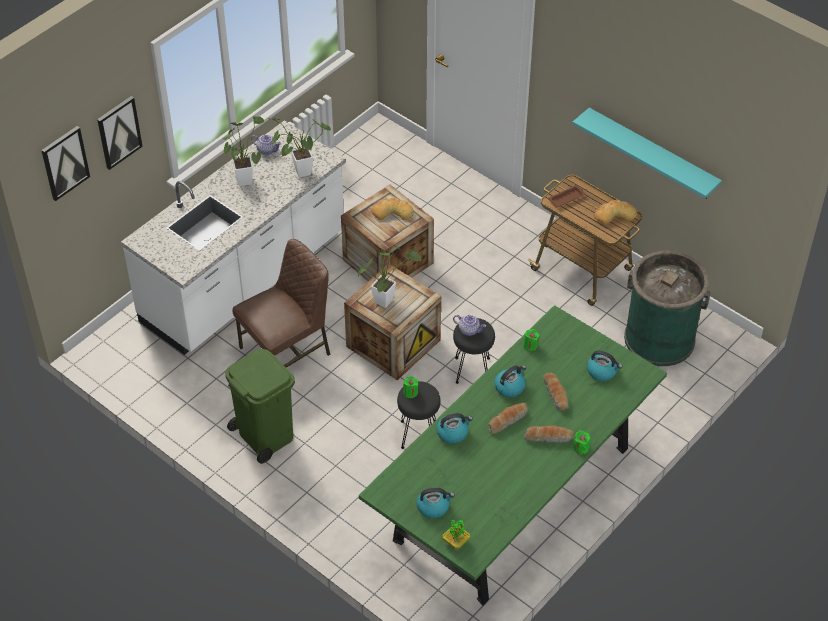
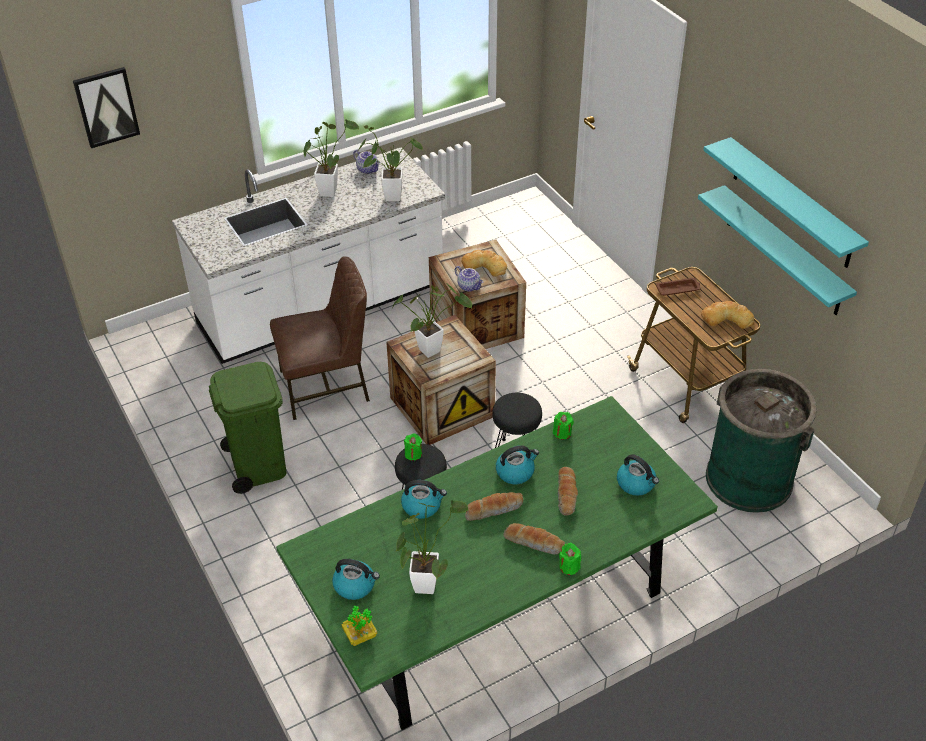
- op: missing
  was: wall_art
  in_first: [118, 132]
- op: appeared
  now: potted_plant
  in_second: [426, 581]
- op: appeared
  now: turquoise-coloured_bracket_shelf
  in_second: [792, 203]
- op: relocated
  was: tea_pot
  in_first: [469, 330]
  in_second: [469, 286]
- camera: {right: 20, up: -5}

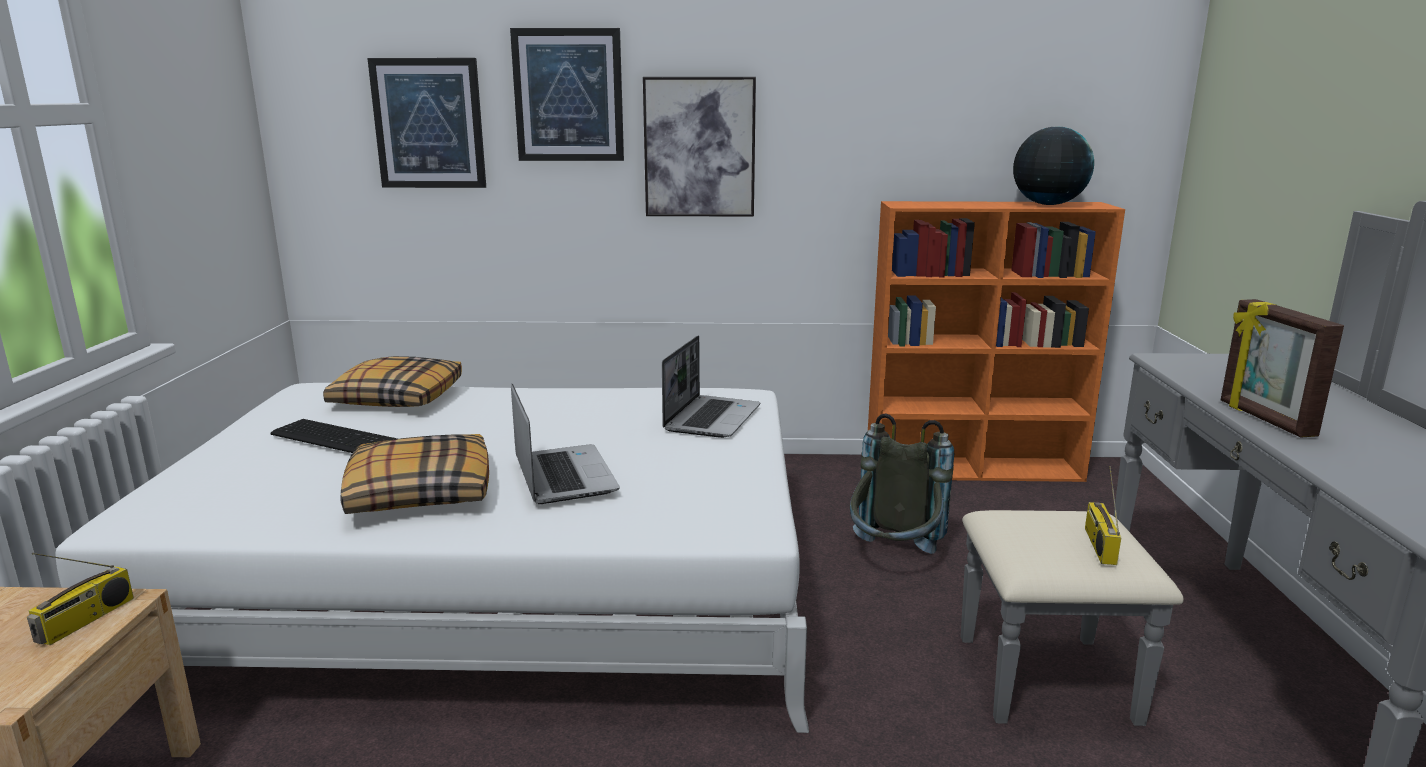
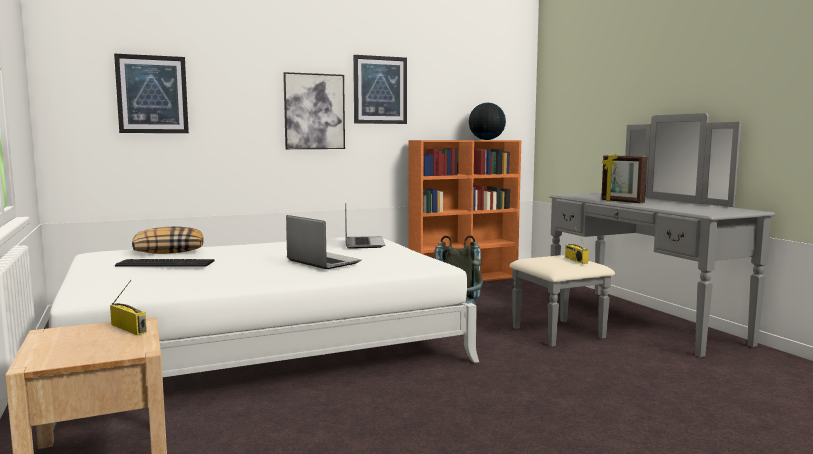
- op: missing
  was: throw_pillow
  in_first: [419, 492]
- op: relocated
  was: wall_art
  in_first: [568, 95]
  in_second: [380, 90]
- op: spun
  was: radio_receiver
  in_first: [86, 621]
  in_second: [130, 329]
  clockwise: -45
- camera: {right: -25, up: -10}

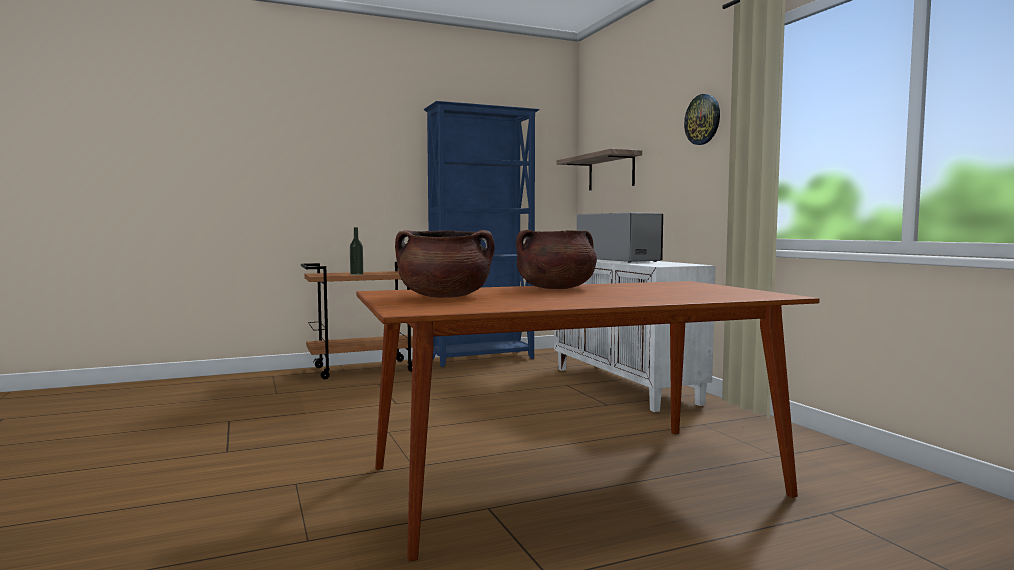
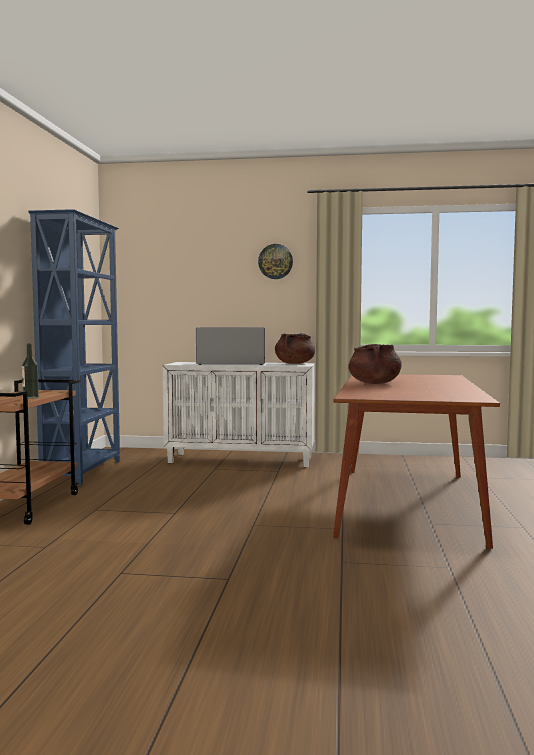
- op: missing
  was: bracket_shelf
  in_first: [611, 172]
- op: relocated
  was: brown_stockpot
  in_first: [445, 297]
  in_second: [295, 363]
- camera: {right: -60, up: 0}

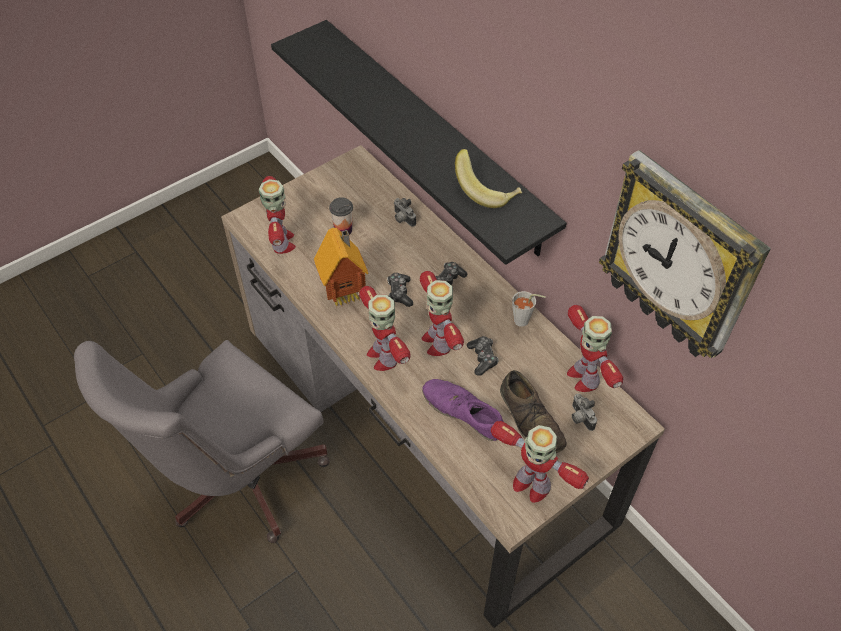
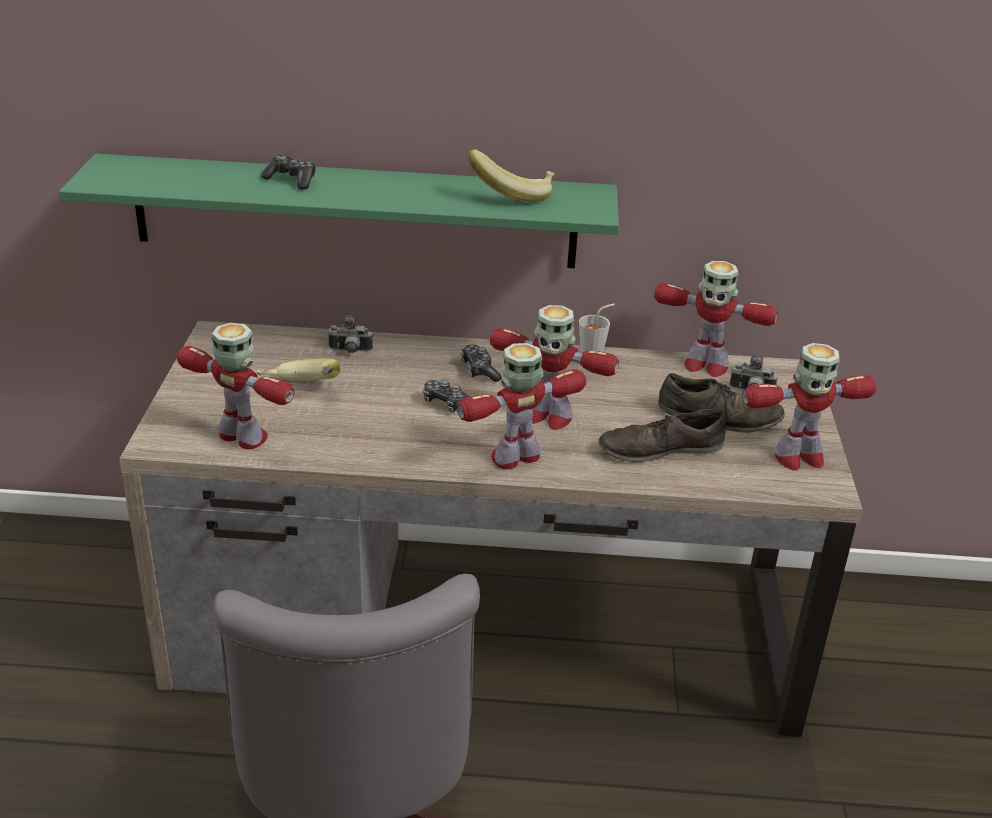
- op: missing
  was: miniature_house
  in_first: [346, 294]
- op: missing
  was: hanging_clock
  in_first: [680, 260]
- op: relocated
  was: game_controller
  in_first: [482, 358]
  in_second: [292, 180]
- op: exchanged
  was: small_cup
  now: banana_fruit
  in_first: [343, 230]
  in_second: [299, 391]
- op: colour
  was: blackish_bracket_shelf
  now: green-coloured_bracket_shelf
  in_first: [434, 136]
  in_second: [355, 211]
- op: colour
  was: purple_shoe
  now: brown_shoe
  in_first: [463, 412]
  in_second: [660, 449]
- op: spun
  was: robot_figure
  in_first: [383, 356]
  in_second: [516, 457]
  clockwise: 135
- camera: {right: -50, up: -20}

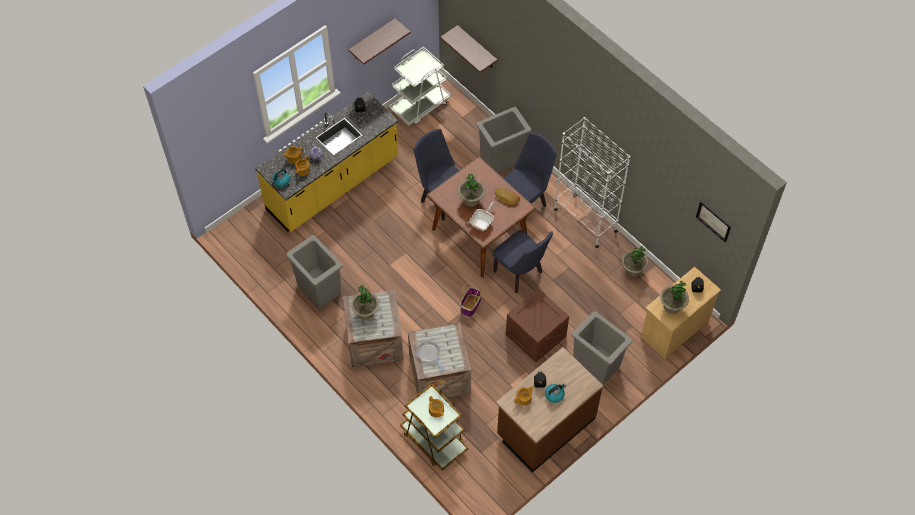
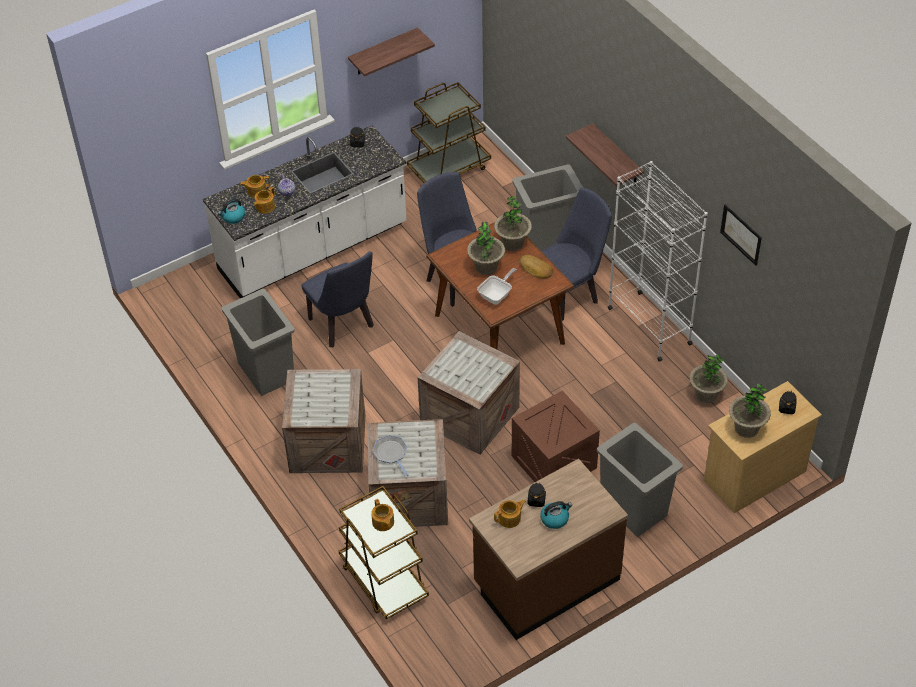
- op: relocated
  was: potted_plant
  in_first: [366, 312]
  in_second: [512, 243]
- op: relocated
  was: bracket_shelf
  in_first: [477, 48]
  in_second: [617, 157]
- op: relocated
  was: bluish_plain_chair
  in_first: [520, 274]
  in_second: [344, 326]
- op: relocated
  was: wall_art
  in_first: [713, 221]
  in_second: [741, 234]
- op: exchanged
  was: basket
  now: shipping_crate
  in_first: [470, 305]
  in_second: [469, 414]
- op: colour
  was: yellow-coloured_kitchen_base_unit
  now: white-coloured_kitchen_base_unit
  in_first: [333, 185]
  in_second: [313, 249]
- op: colour
  was: white-coloured_trolley
  now: brown_trolley
  in_first: [420, 105]
  in_second: [449, 168]
- camera: {right: 10, up: -10}

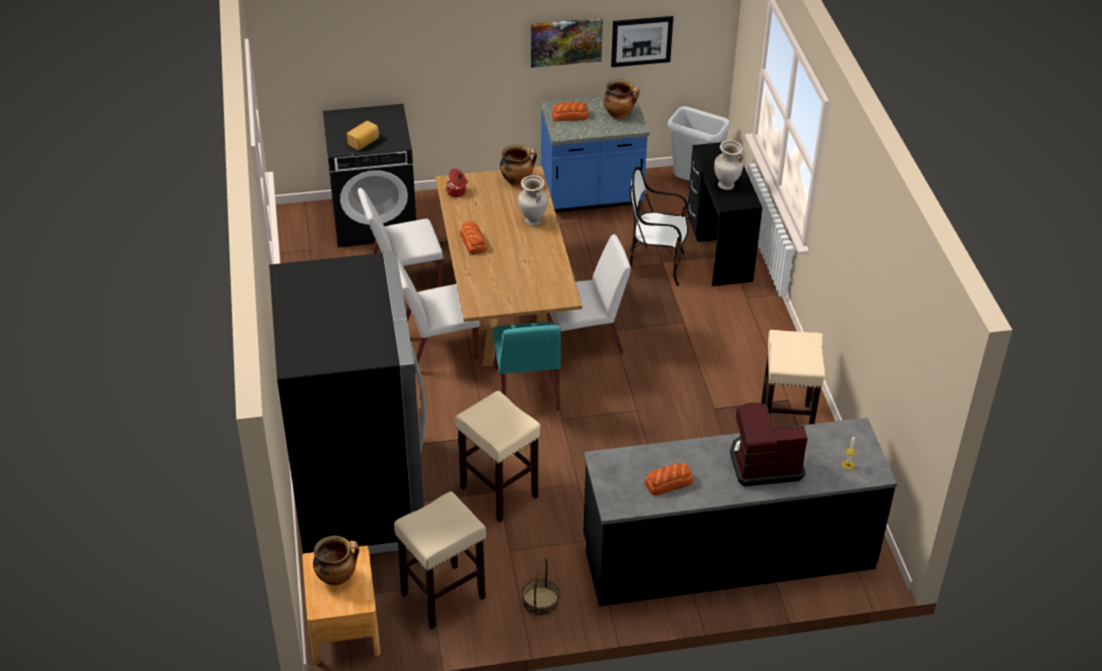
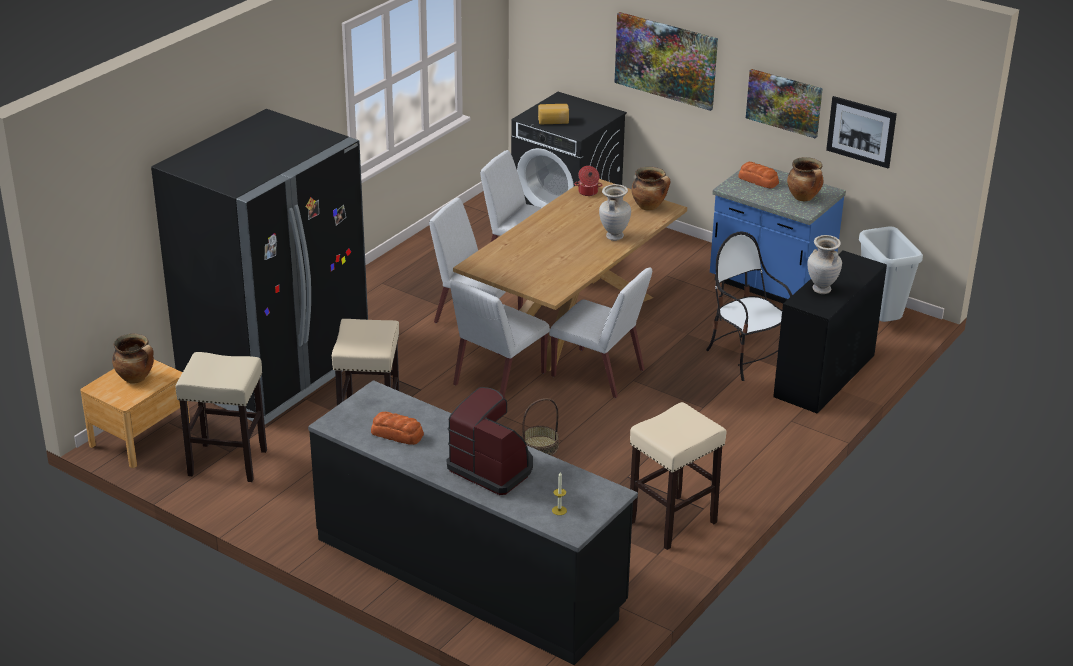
- op: missing
  was: bakery_bread
  in_first: [473, 241]
- op: appeared
  now: wall_art
  in_second: [666, 60]
- op: relocated
  was: basket
  in_first: [540, 601]
  in_second: [540, 446]
- op: colour
  was: turquoise-coloured_plain_chair
  now: white-coloured_plain_chair
  in_first: [527, 390]
  in_second: [499, 379]
- camera: {right: 45, up: -10}

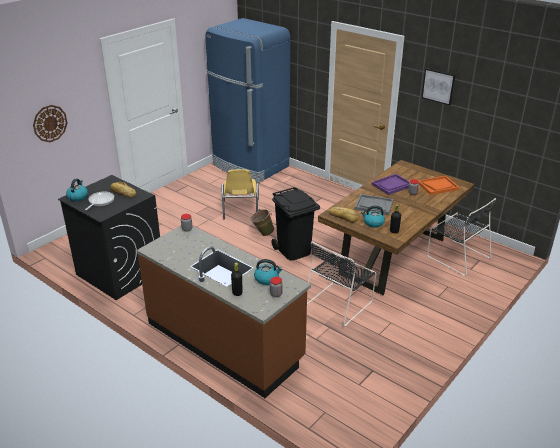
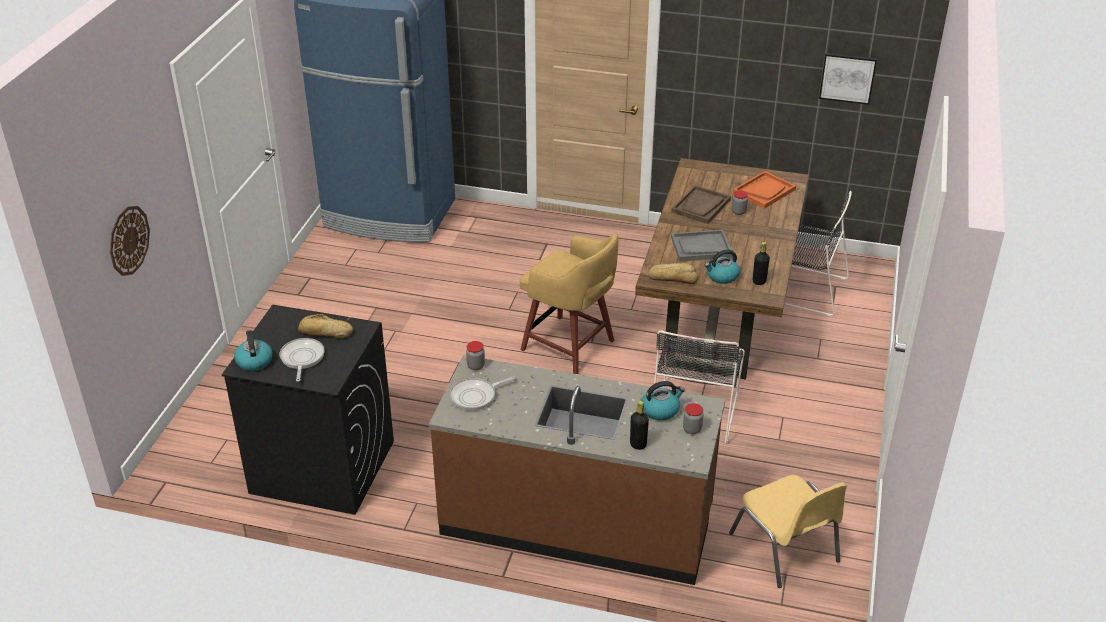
- op: missing
  was: green-coloured_pail
  in_first: [262, 233]
- op: appeared
  now: skillet
  in_second: [475, 396]
- op: relocated
  was: yellow-coloured_plain_chair
  in_first: [240, 210]
  in_second: [785, 548]
- op: relocated
  was: wall_art
  in_first: [438, 86]
  in_second: [847, 77]
- op: exchanged
  was: blackish_trash_can
  now: yellow-coloured_stool_seat
  in_first: [293, 250]
  in_second: [570, 346]
- op: colour
  was: purple_tray
  now: brown_tray
  in_first: [392, 185]
  in_second: [701, 206]
- camera: {right: -25, up: 5}

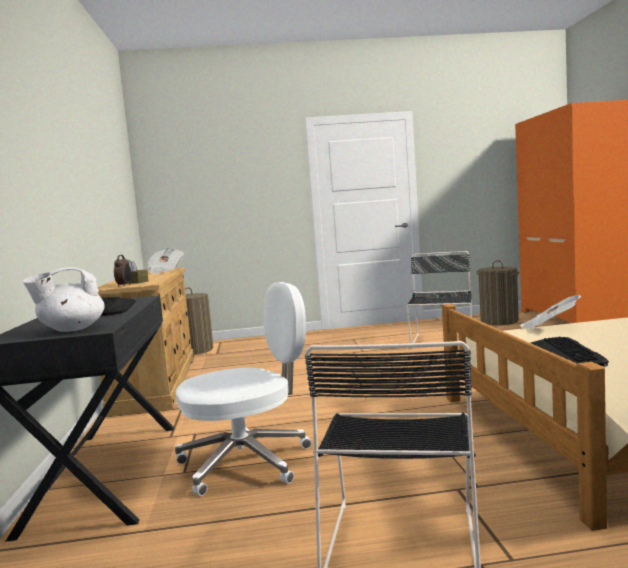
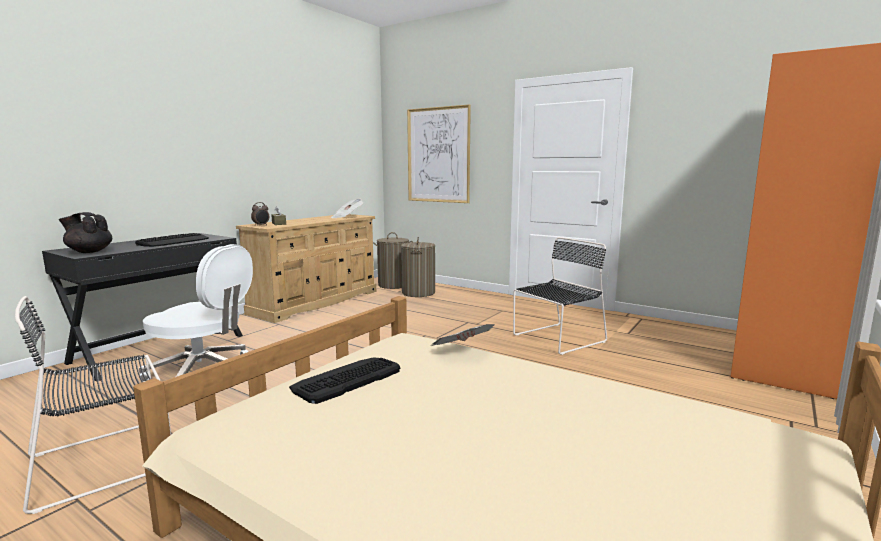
- op: appeared
  now: wall_art
  in_second: [438, 155]
- op: relocated
  was: laundry_basket
  in_first: [499, 321]
  in_second: [418, 293]
- op: colour
  was: white-coloured_tea_pot
  now: blackish_tea_pot
  in_first: [71, 329]
  in_second: [89, 251]
- camera: {right: 40, up: 5}

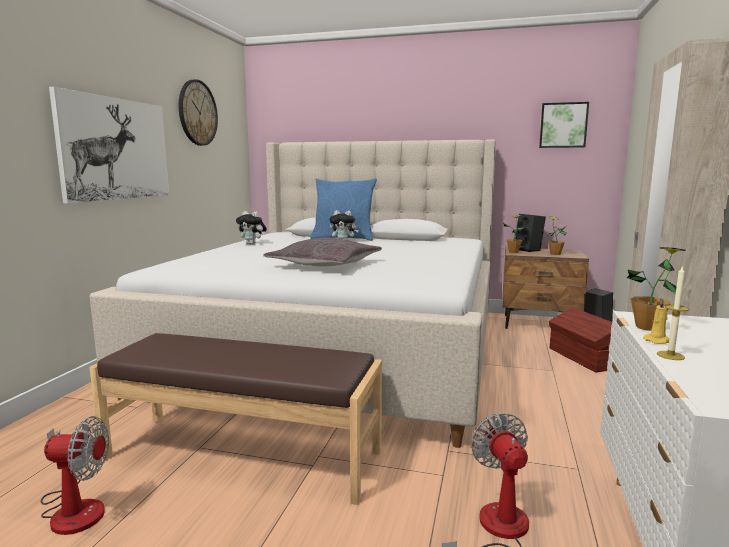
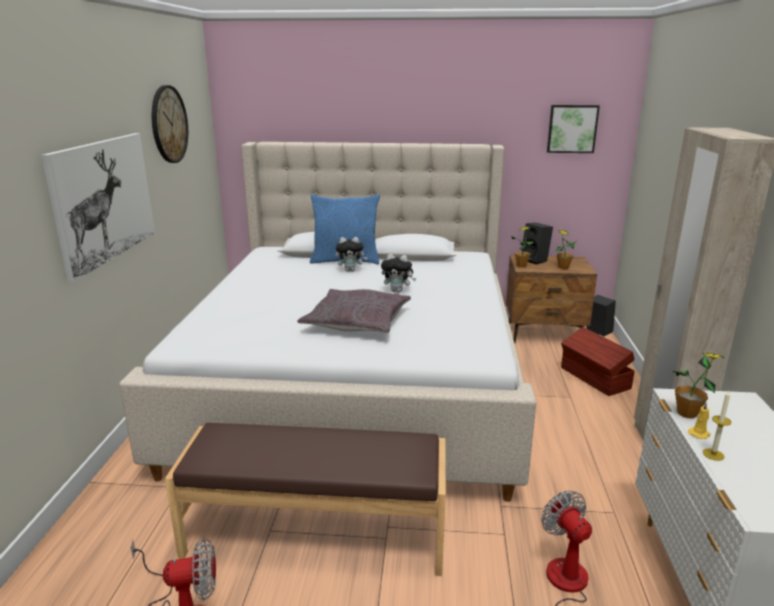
- op: relocated
  was: soft_toy
  in_first: [252, 244]
  in_second: [398, 291]
- camera: {right: -10, up: 10}

